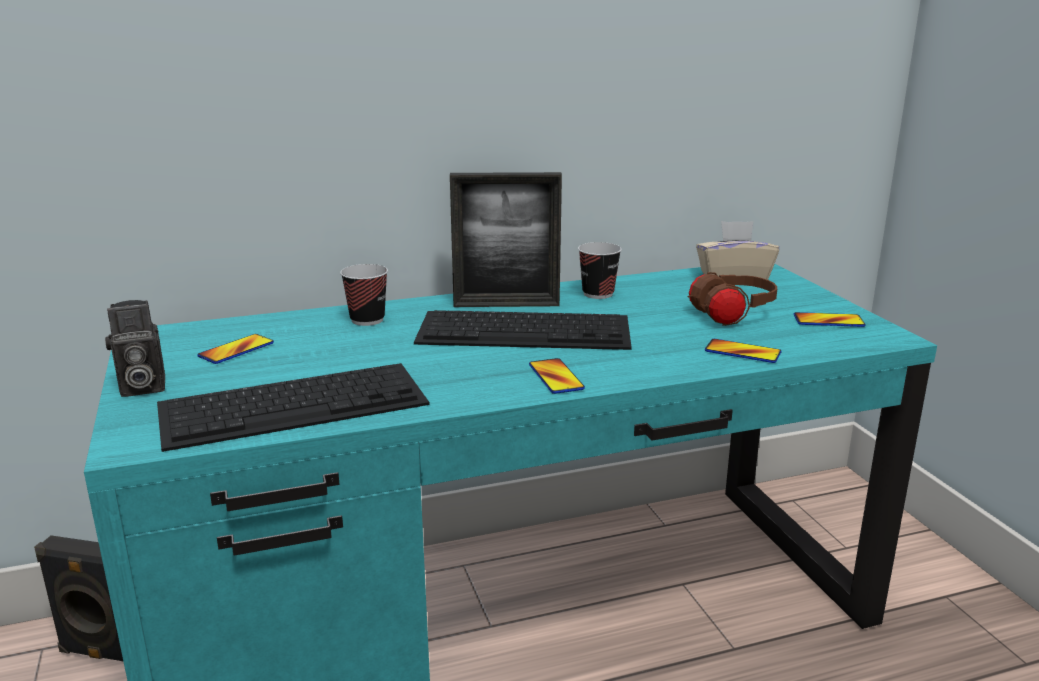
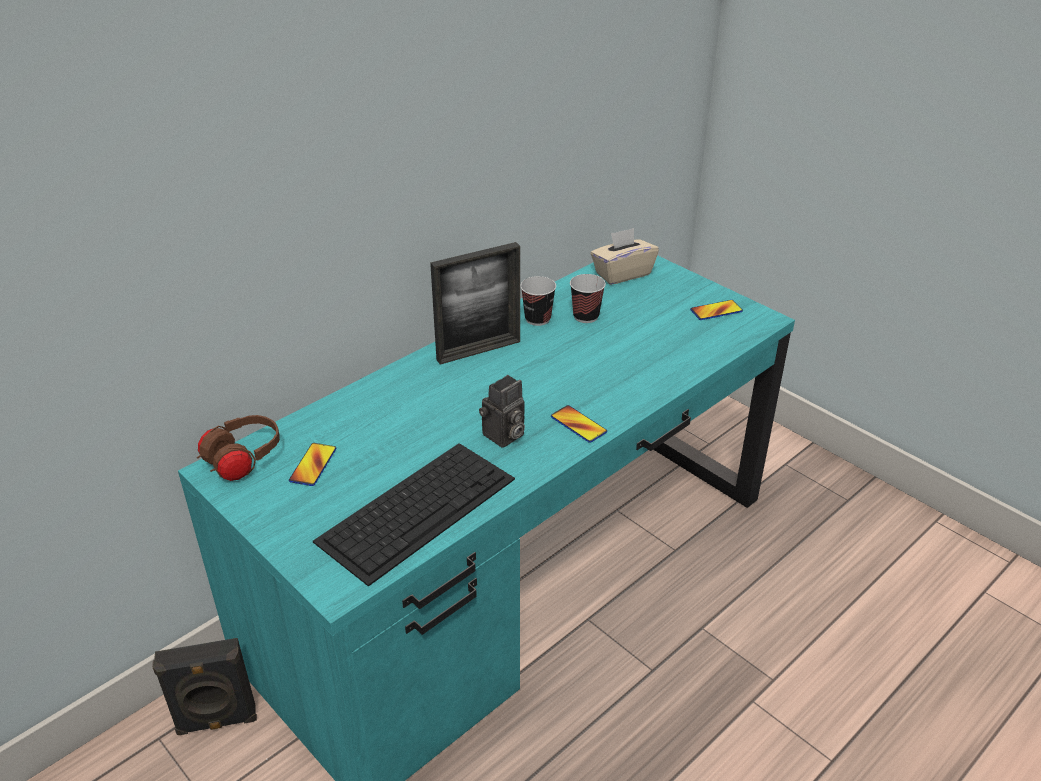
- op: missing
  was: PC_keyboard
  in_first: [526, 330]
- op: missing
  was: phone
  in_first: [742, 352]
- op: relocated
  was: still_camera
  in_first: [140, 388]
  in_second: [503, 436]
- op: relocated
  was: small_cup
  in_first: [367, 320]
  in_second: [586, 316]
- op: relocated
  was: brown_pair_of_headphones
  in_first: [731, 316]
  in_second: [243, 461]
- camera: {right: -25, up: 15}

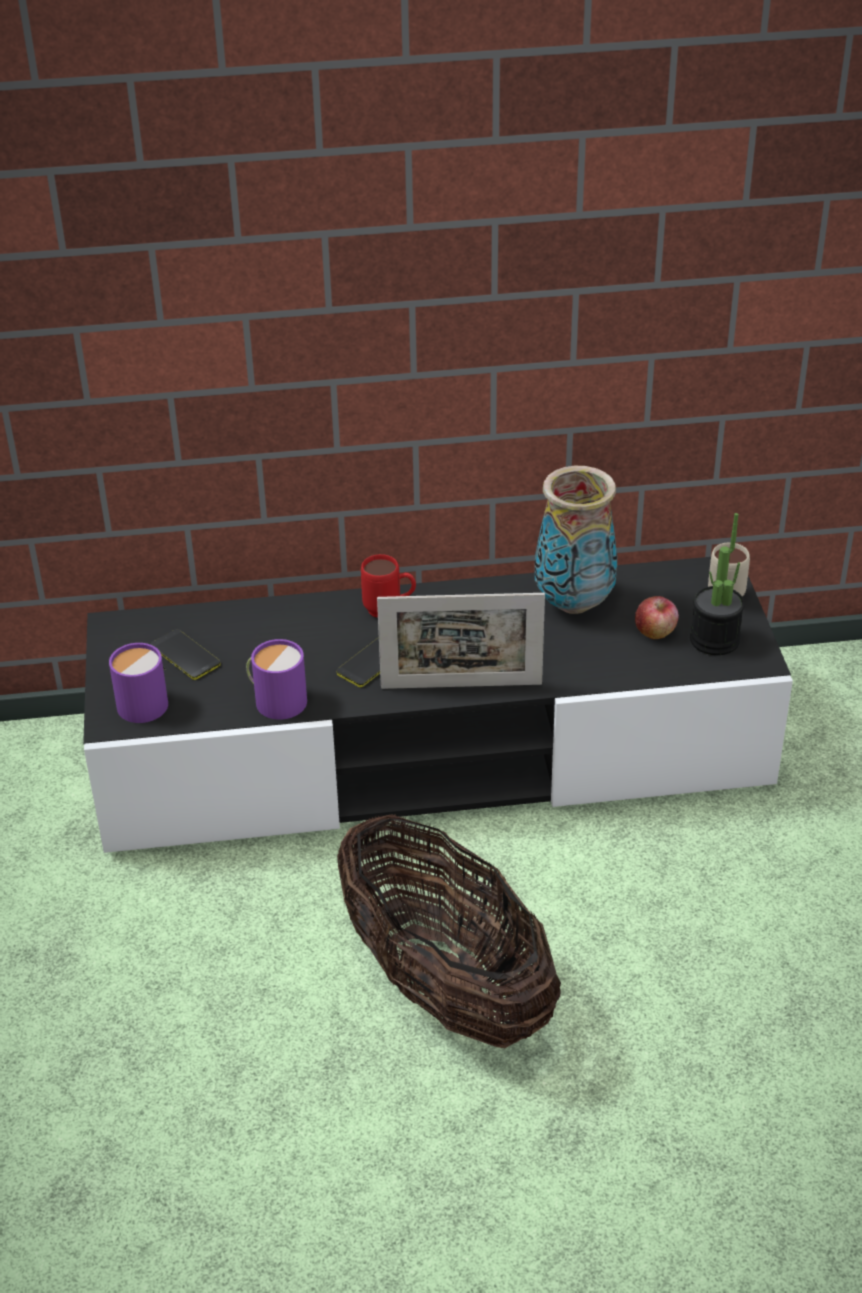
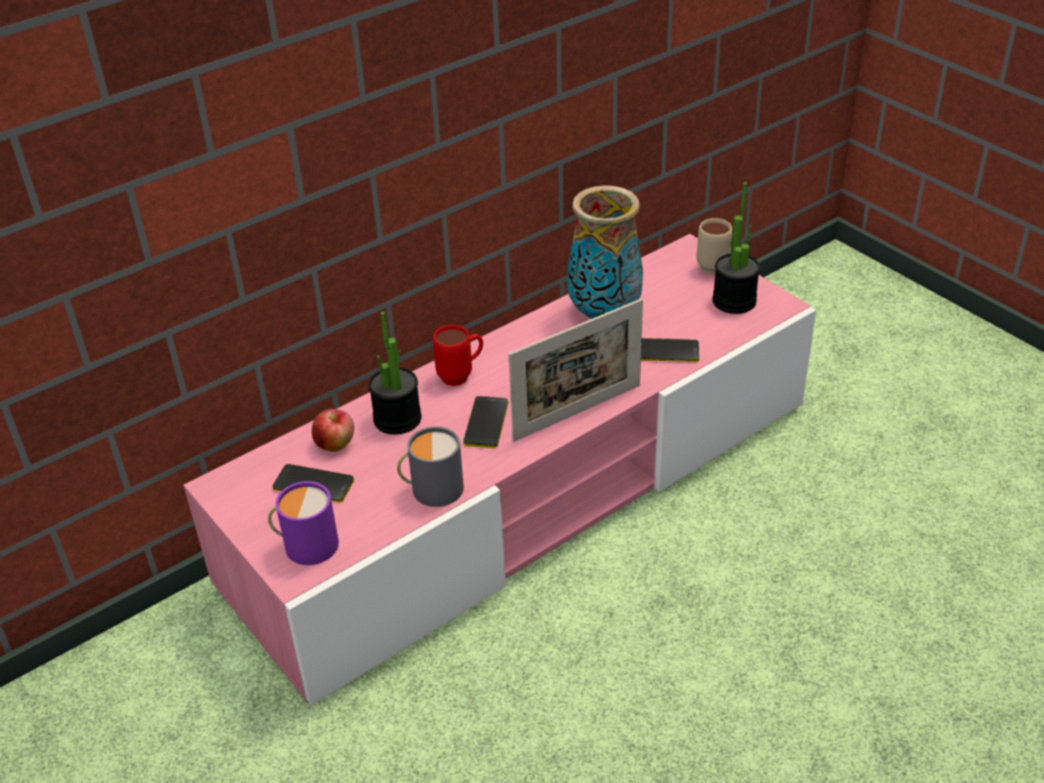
- op: missing
  was: basket
  in_first: [445, 987]
- op: appeared
  now: potted_plant
  in_second: [397, 419]
- op: appeared
  now: phone
  in_second: [664, 351]
- op: relocated
  was: apple_fruit
  in_first: [655, 632]
  in_second: [335, 443]
- op: colour
  was: blackish_tv_stand
  now: pink-coloured_tv_stand
  in_first: [433, 755]
  in_second: [526, 493]
- op: colour
  was: purple_tea_mug
  now: gray_tea_mug
  in_first: [276, 699]
  in_second: [431, 488]
- camera: {right: -30, up: 0}

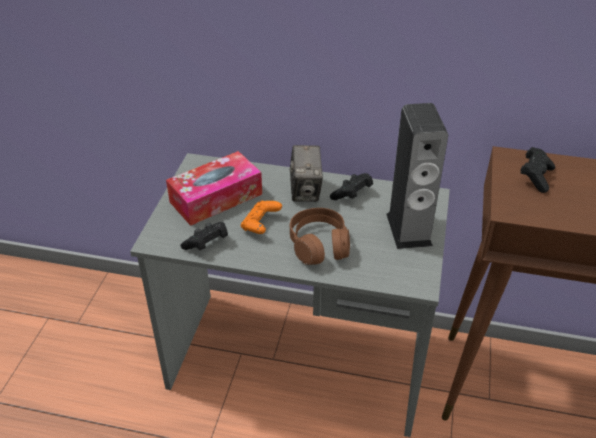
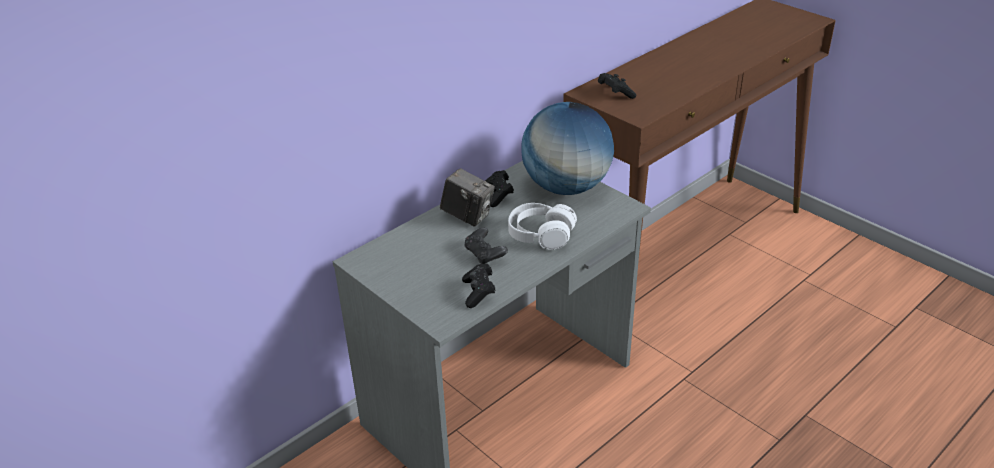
- op: missing
  was: box_of_tissues
  in_first: [216, 198]
- op: exchanged
  was: audio_speaker
  now: desk_globe
  in_first: [408, 229]
  in_second: [566, 187]
- op: colour
  was: orange_game_controller
  now: blackish_game_controller
  in_first: [260, 225]
  in_second: [485, 255]
- op: colour
  was: brown_pair_of_headphones
  now: white-coloured_pair_of_headphones
  in_first: [319, 245]
  in_second: [541, 235]
- camera: {right: -55, up: -5}

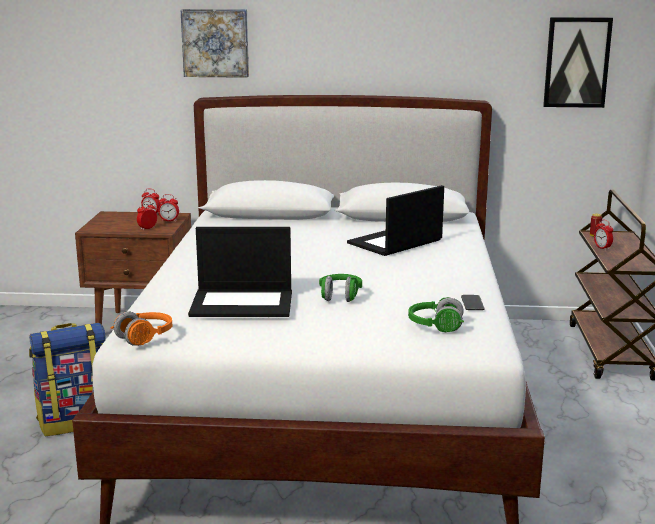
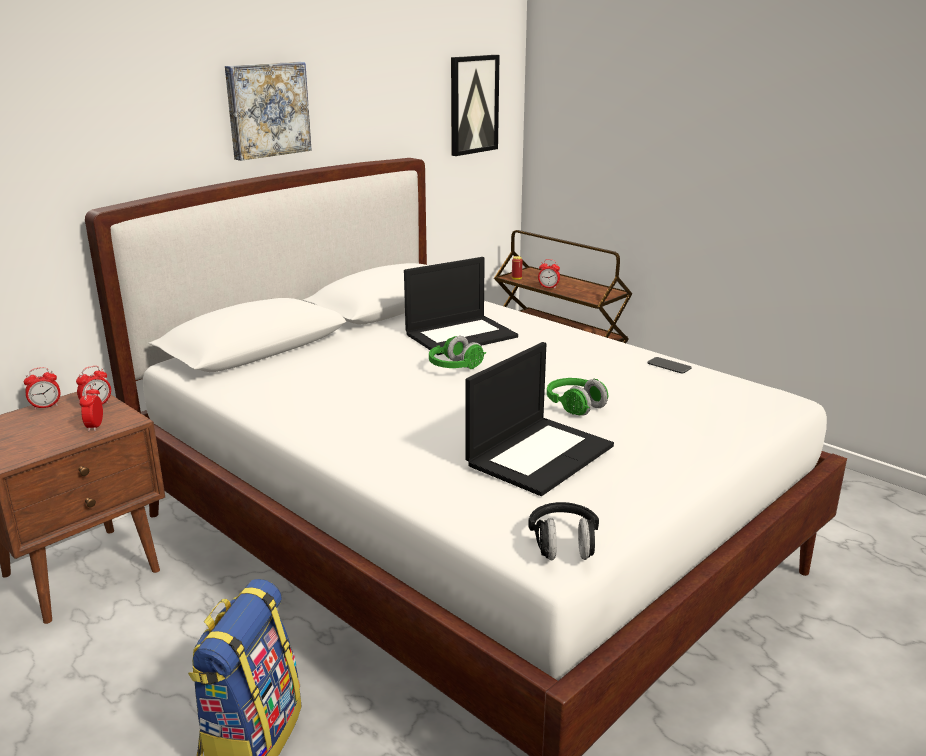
- op: relocated
  was: wall_art
  in_first: [215, 43]
  in_second: [267, 109]
- op: relocated
  was: green-coloured_pair_of_headphones
  in_first: [435, 326]
  in_second: [455, 367]
- op: colour
  was: orange_pair_of_headphones
  now: blackish_pair_of_headphones
  in_first: [144, 338]
  in_second: [563, 545]
- op: spun
  was: portable_computer
  in_first: [395, 242]
  in_second: [461, 335]
  clockwise: -120
- camera: {right: -50, up: 5}

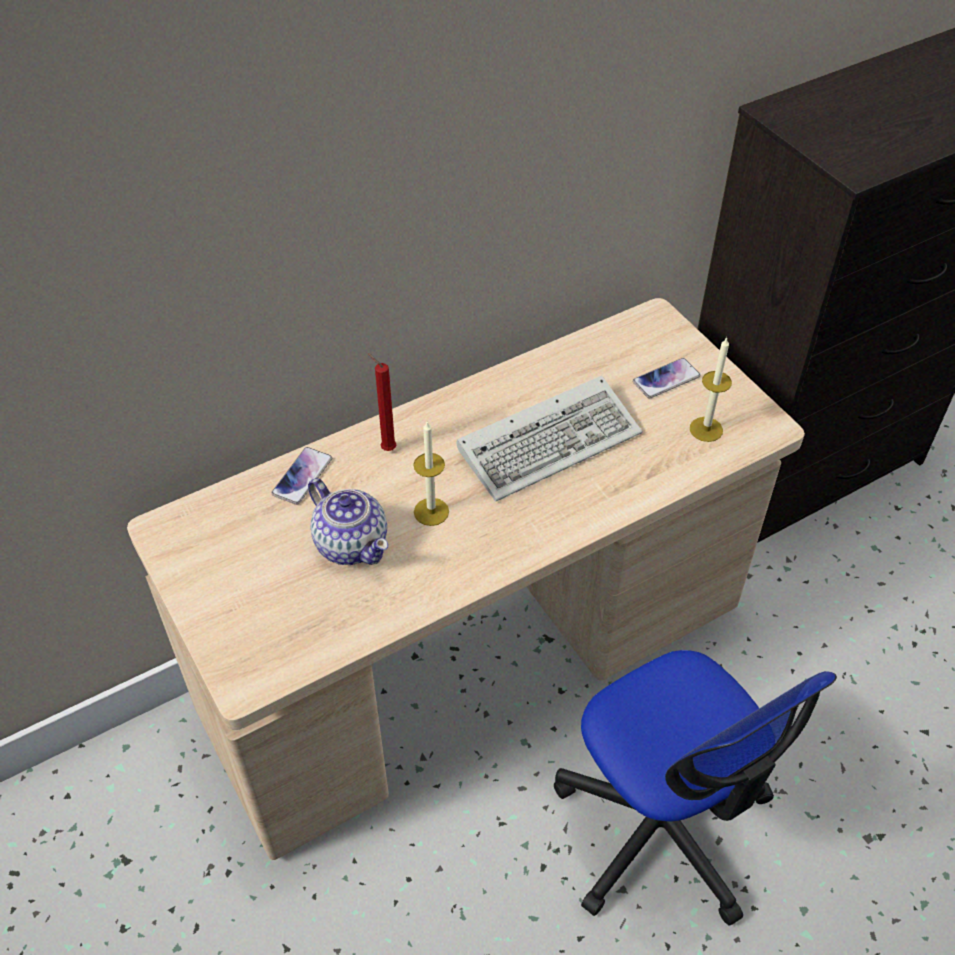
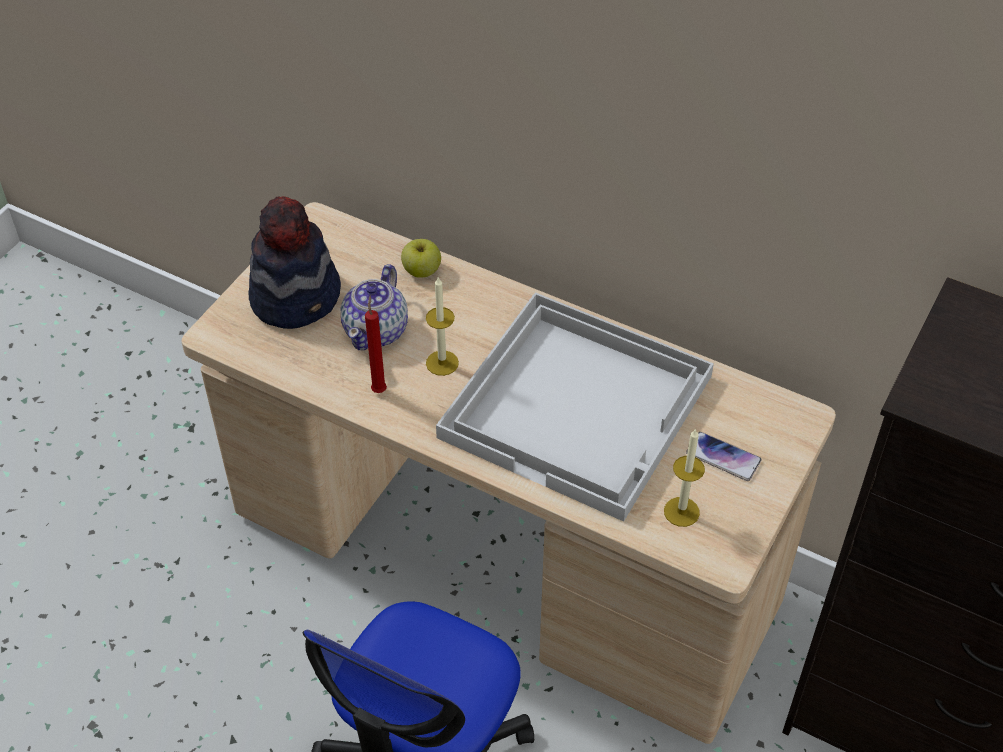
- op: appeared
  now: hat
  in_second: [297, 296]
- op: relocated
  was: red_wax_light
  in_first: [386, 448]
  in_second: [379, 389]
- op: exchanged
  was: phone
  now: apple_fruit
  in_first: [302, 476]
  in_second: [422, 271]
- op: exchanged
  was: PC_keyboard
  now: white-coloured_tray
  in_first: [551, 440]
  in_second: [579, 406]
- camera: {right: 60, up: 0}

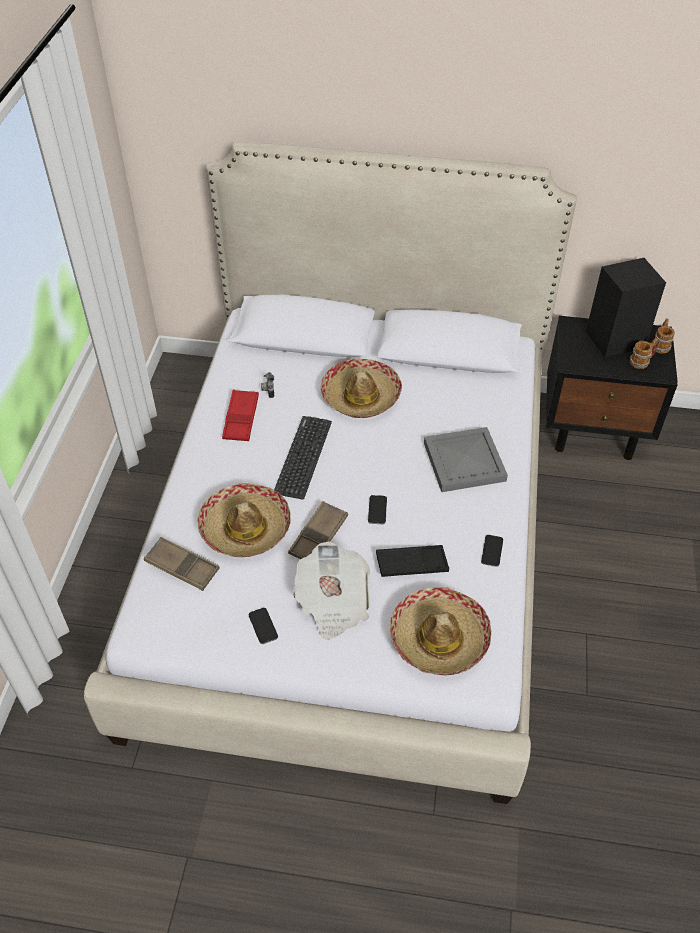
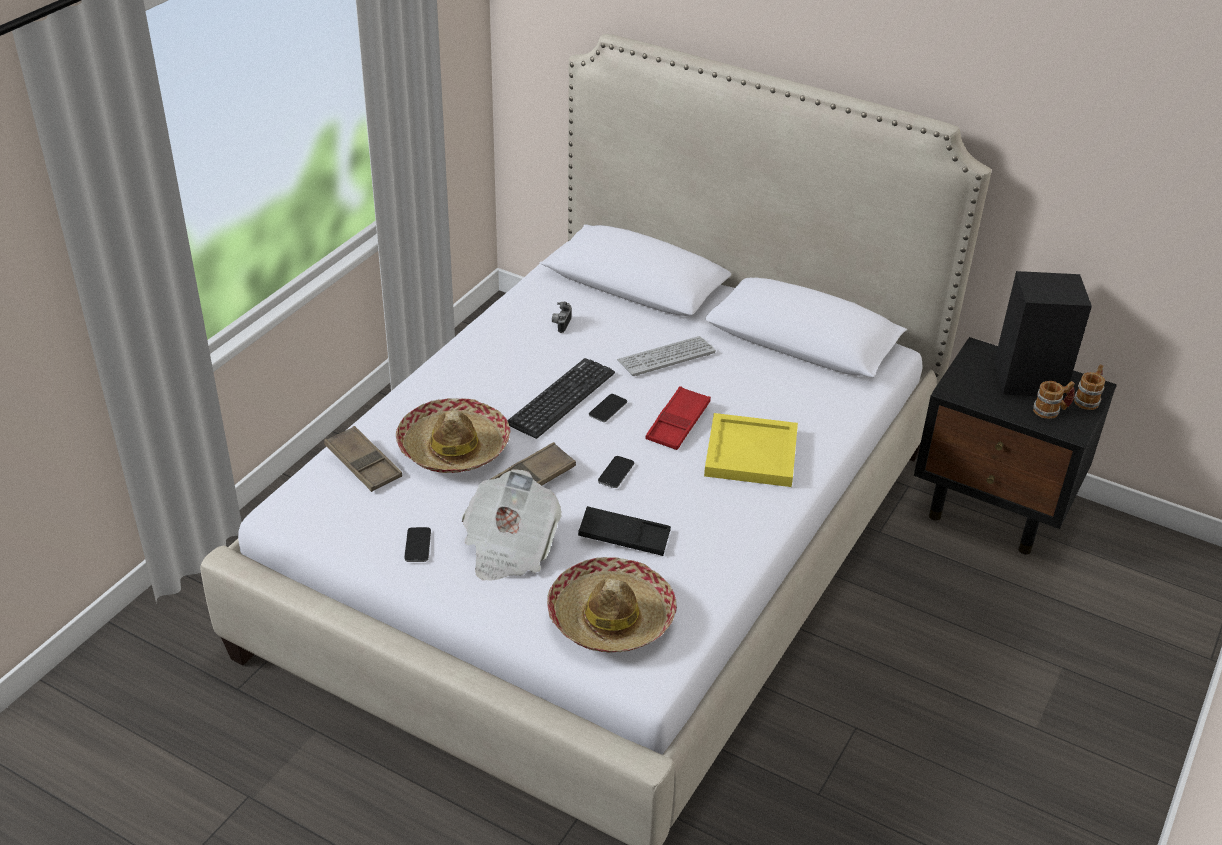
- op: relocated
  was: red_tray
  in_first: [241, 419]
  in_second: [678, 423]
- op: relocated
  was: phone
  in_first: [492, 551]
  in_second: [608, 409]
- op: exchanged
  was: hat
  now: PC_keyboard
  in_first: [361, 396]
  in_second: [666, 357]
- op: colour
  was: gray_tray
  now: yellow-coloured_tray
  in_first: [465, 462]
  in_second: [752, 455]
- camera: {right: 20, up: -10}

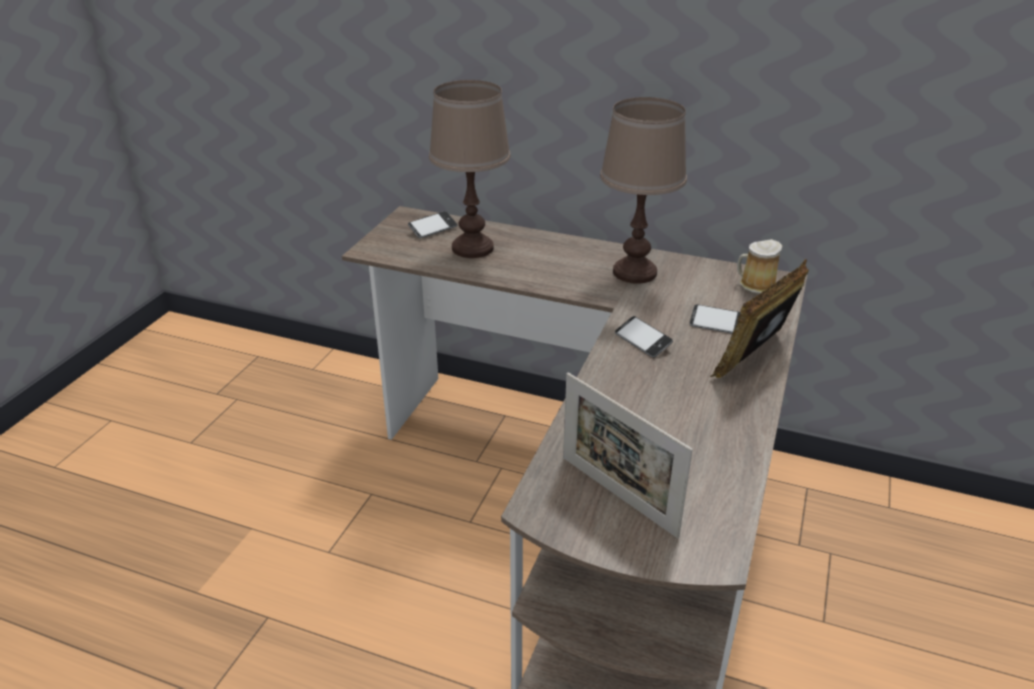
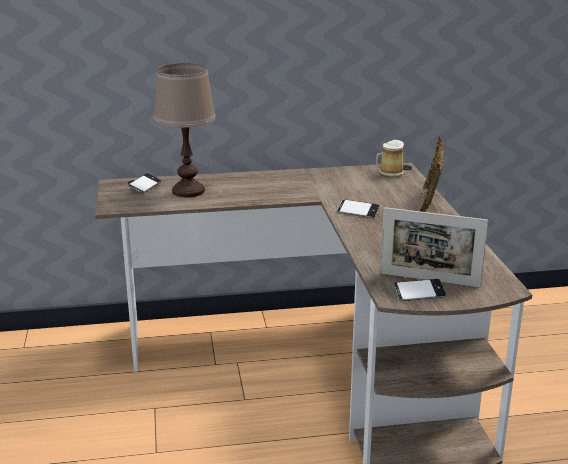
- op: missing
  was: brown_tabletop_lamp
  in_first: [634, 272]
- op: relocated
  was: phone
  in_first: [718, 324]
  in_second: [419, 294]
- camera: {right: -30, up: -10}

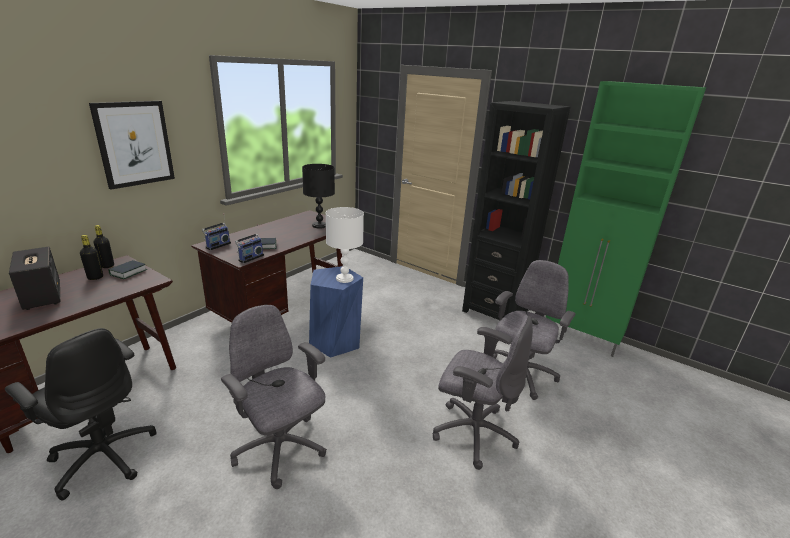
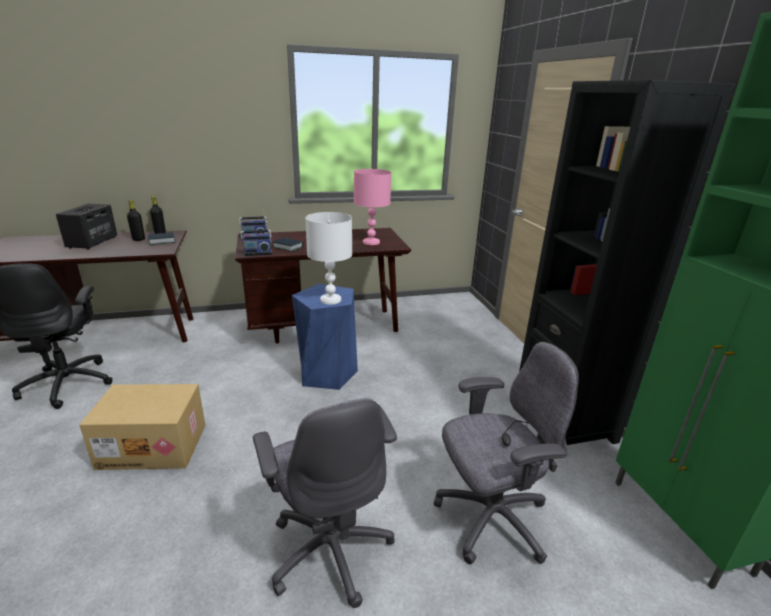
- op: missing
  was: wall_art
  in_first: [134, 144]
- op: exchanged
  was: gray_computer_chair
  now: cardboard_box
  in_first: [280, 450]
  in_second: [154, 445]
- op: colour
  was: blackish_tabletop_lamp
  now: pink-coloured_tabletop_lamp
  in_first: [320, 226]
  in_second: [371, 242]
- camera: {right: 40, up: 0}

